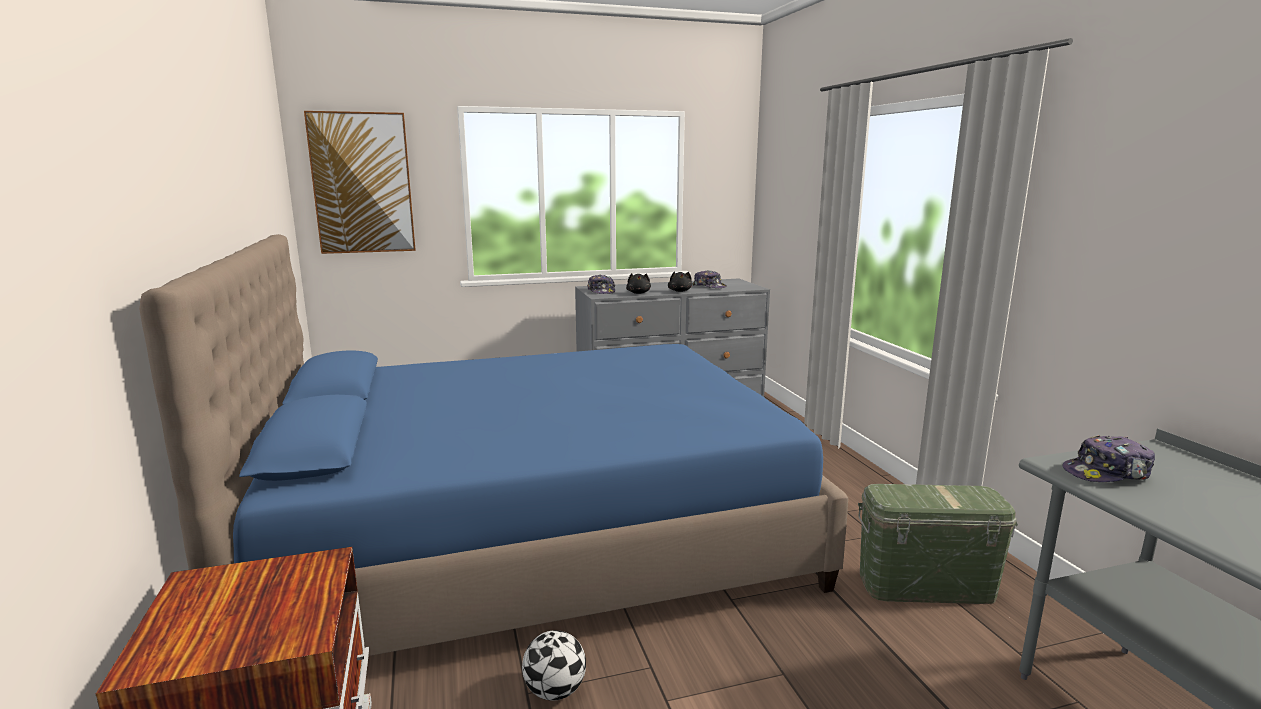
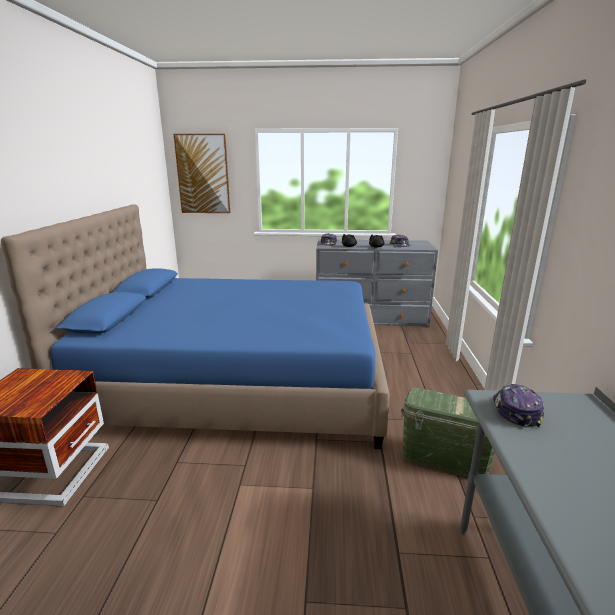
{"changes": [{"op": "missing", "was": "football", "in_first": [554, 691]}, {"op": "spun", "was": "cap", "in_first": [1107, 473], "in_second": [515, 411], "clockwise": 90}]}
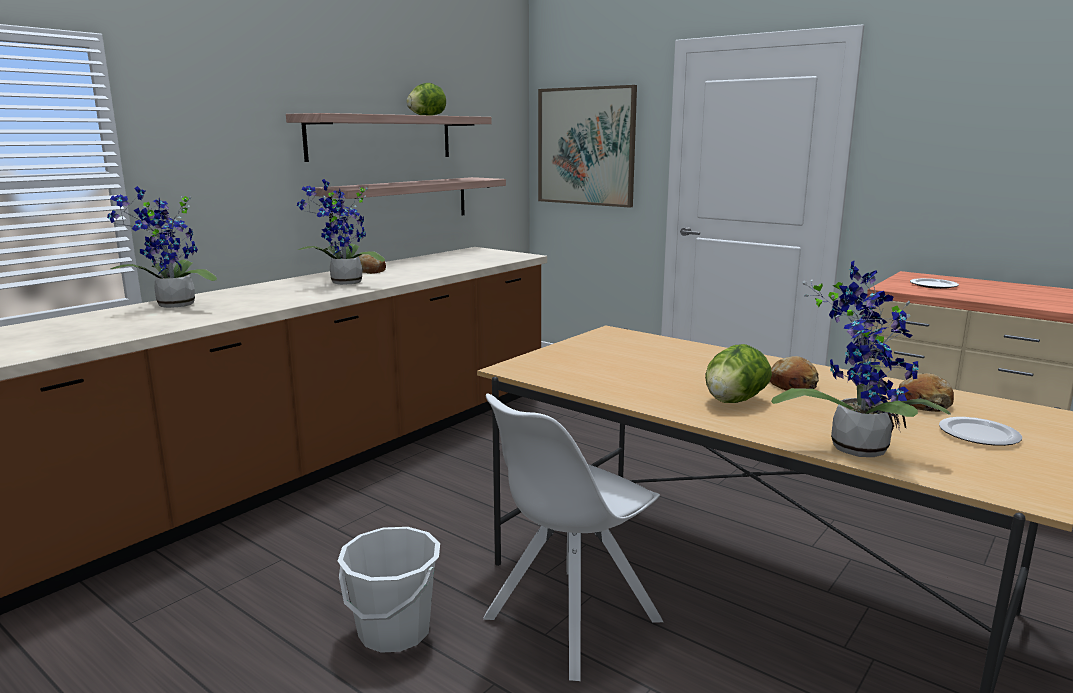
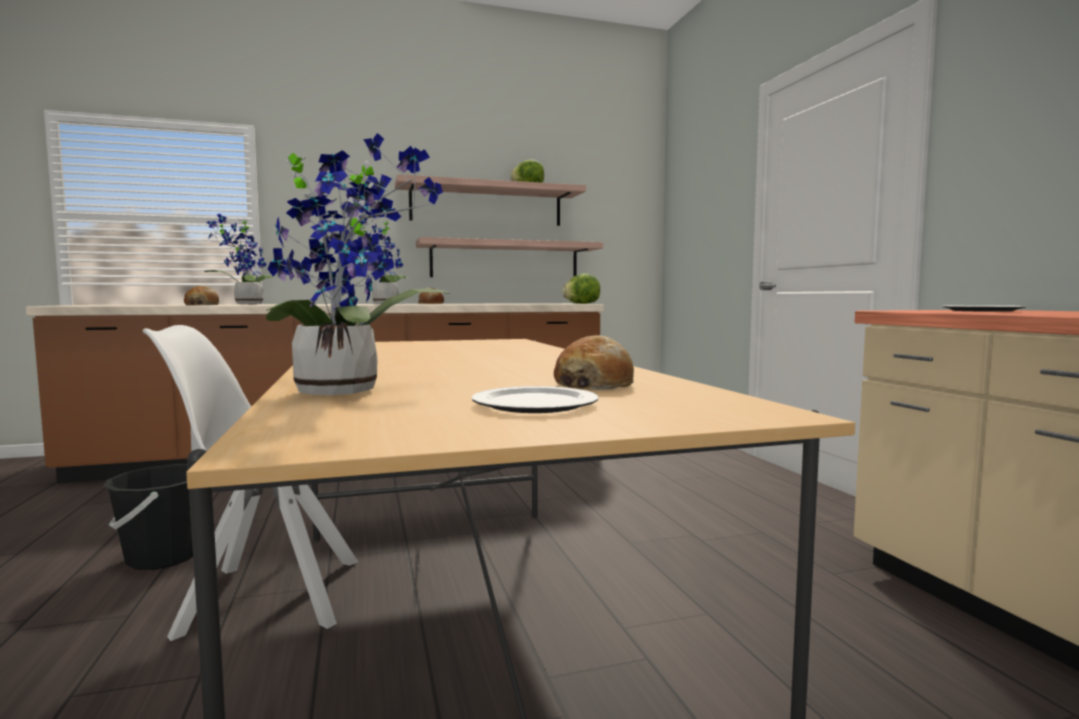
{"changes": [{"op": "missing", "was": "picture", "in_first": [586, 146]}, {"op": "relocated", "was": "lettuce", "in_first": [734, 401], "in_second": [581, 303]}, {"op": "relocated", "was": "bread", "in_first": [793, 385], "in_second": [202, 305]}, {"op": "colour", "was": "white bucket", "now": "black bucket", "in_first": [394, 631], "in_second": [164, 556]}]}
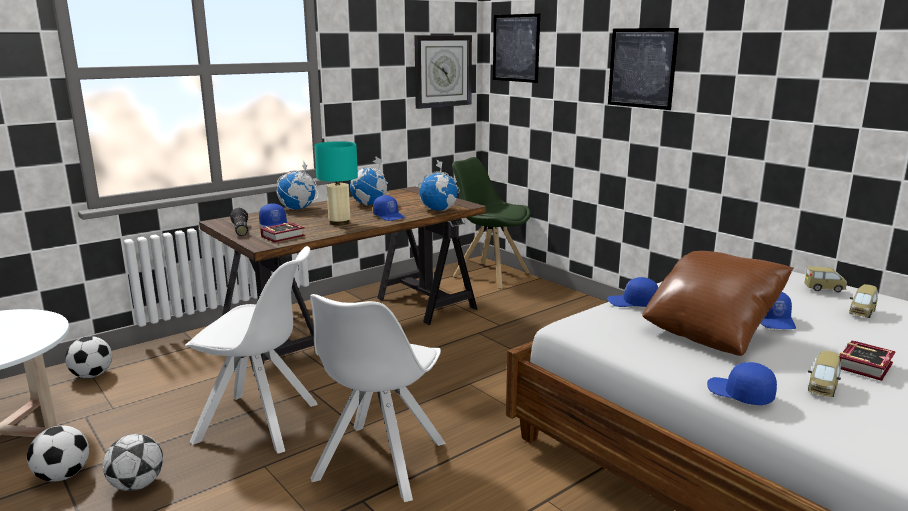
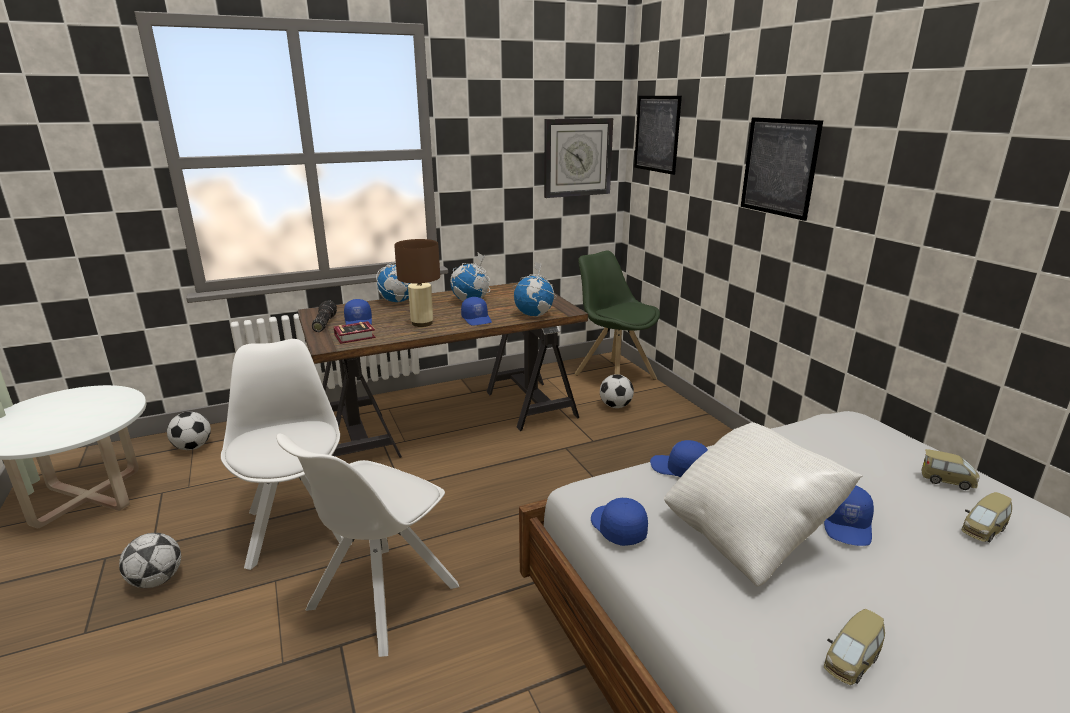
{"changes": [{"op": "missing", "was": "book", "in_first": [867, 365]}, {"op": "relocated", "was": "football", "in_first": [63, 476], "in_second": [615, 406]}, {"op": "relocated", "was": "blue cap", "in_first": [739, 394], "in_second": [617, 528]}, {"op": "colour", "was": "turquoise table lamp", "now": "brown table lamp", "in_first": [340, 223], "in_second": [422, 323]}, {"op": "colour", "was": "brown pillow", "now": "white pillow", "in_first": [710, 333], "in_second": [748, 534]}, {"op": "spun", "was": "white chair", "in_first": [259, 423], "in_second": [299, 527], "clockwise": -135}]}
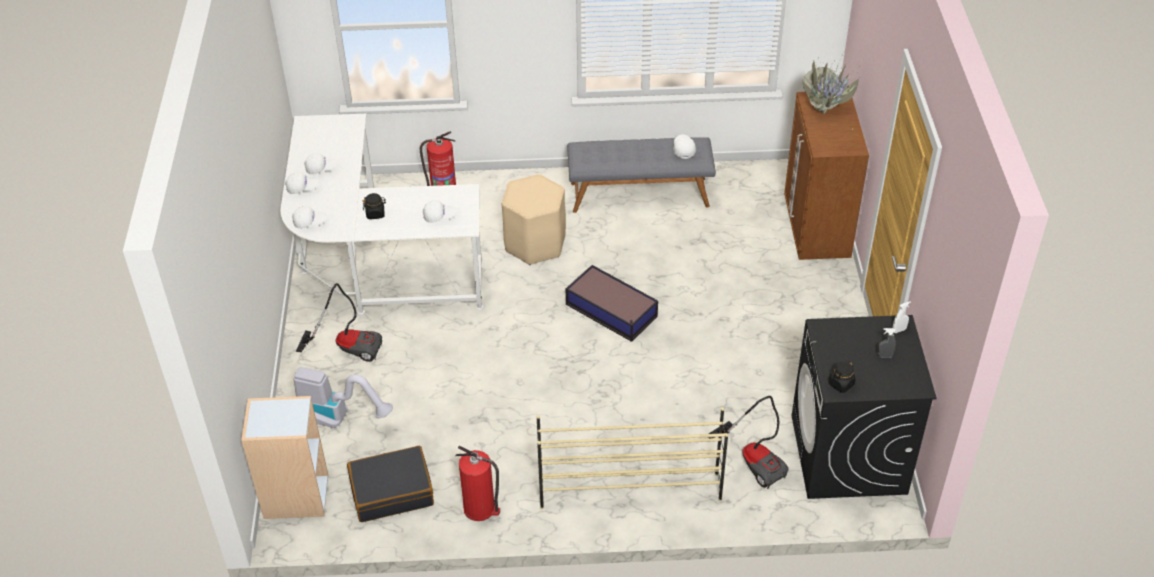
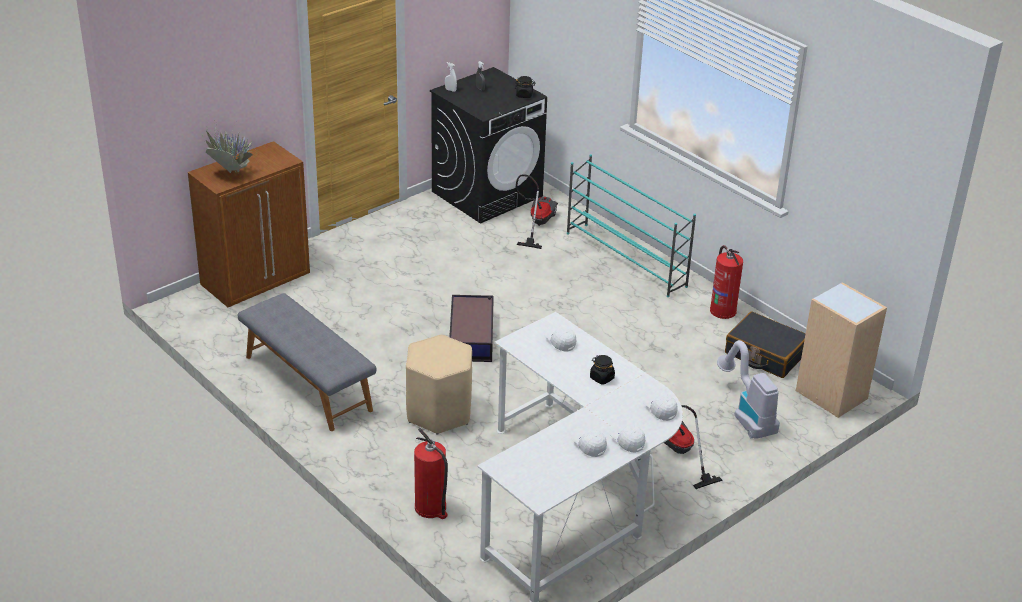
{"changes": [{"op": "missing", "was": "white cap", "in_first": [683, 149]}, {"op": "colour", "was": "beige shoe rack", "now": "turquoise shoe rack", "in_first": [629, 490], "in_second": [625, 260]}]}
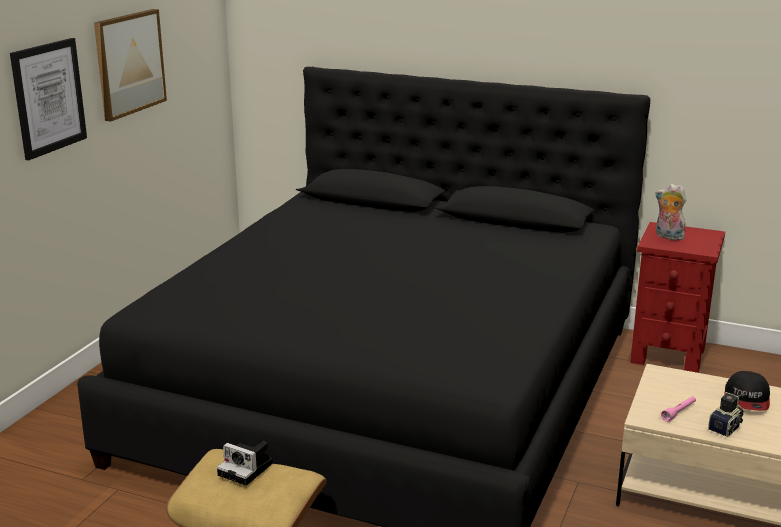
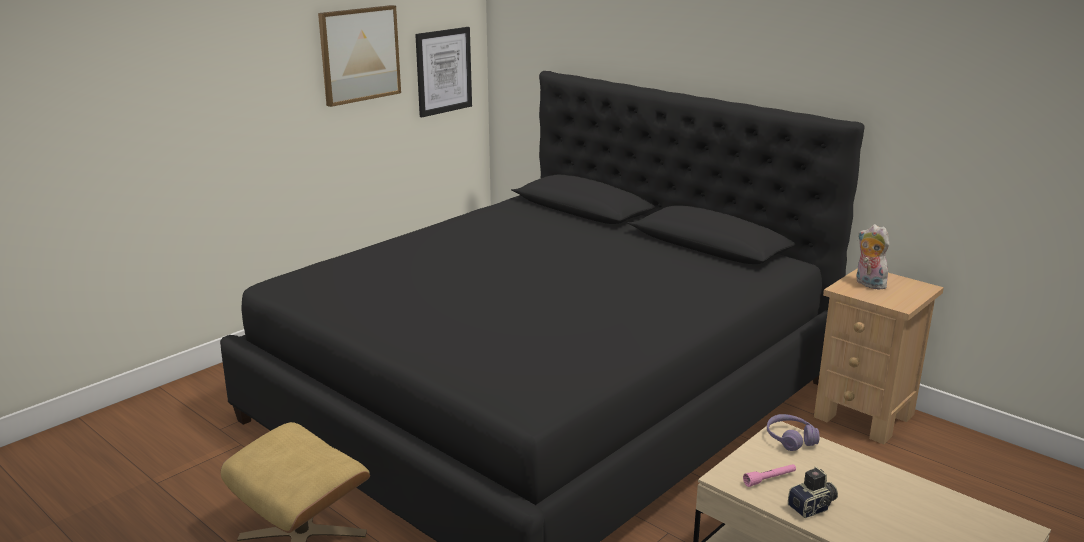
{"changes": [{"op": "missing", "was": "photo camera", "in_first": [247, 469]}, {"op": "missing", "was": "cap", "in_first": [746, 399]}, {"op": "appeared", "now": "purple headphones", "in_second": [790, 439]}, {"op": "relocated", "was": "picture", "in_first": [48, 97], "in_second": [443, 71]}, {"op": "colour", "was": "red nightstand", "now": "beige nightstand", "in_first": [669, 355], "in_second": [864, 417]}]}
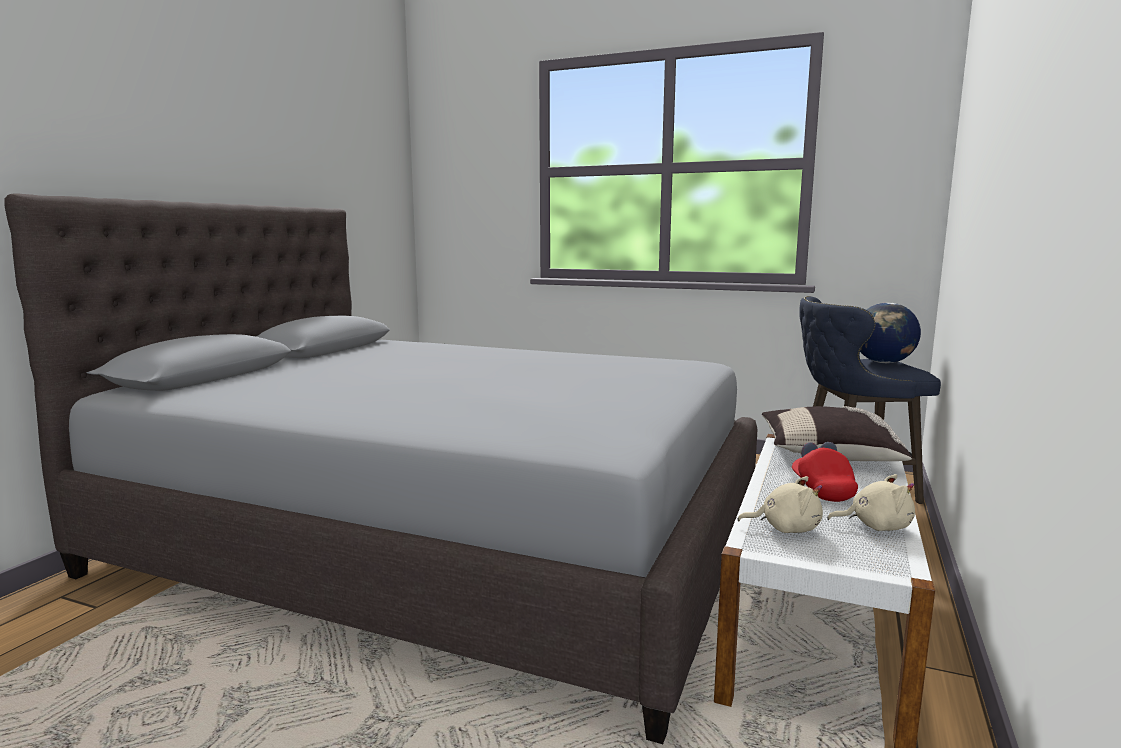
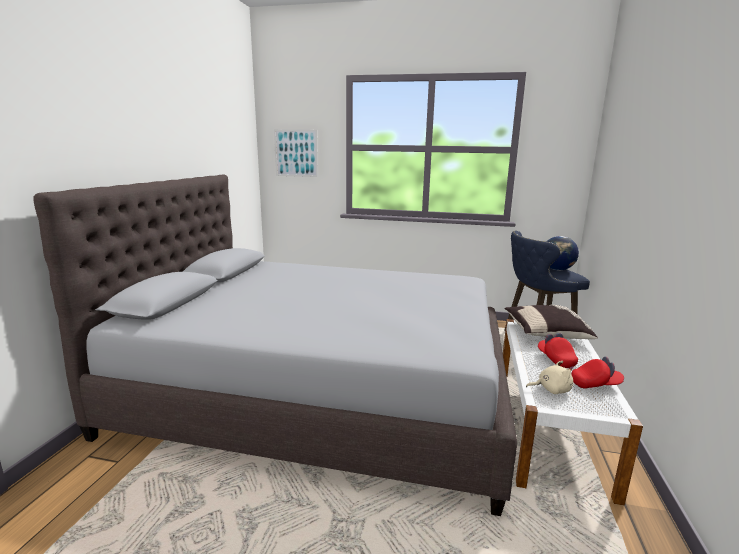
{"changes": [{"op": "appeared", "now": "picture", "in_second": [296, 153]}, {"op": "exchanged", "was": "beige plush toy", "now": "red cap", "in_first": [875, 526], "in_second": [595, 384]}]}
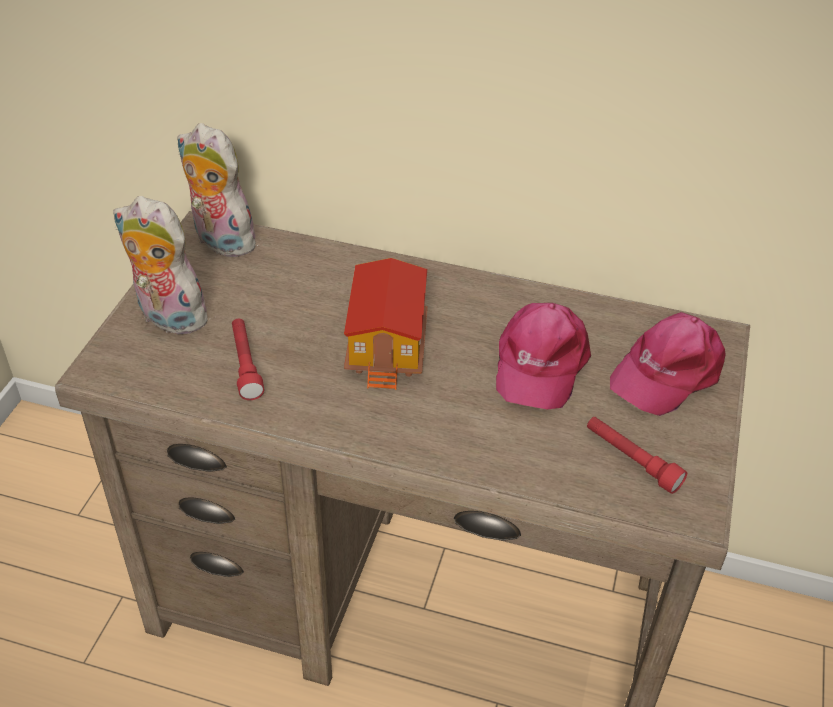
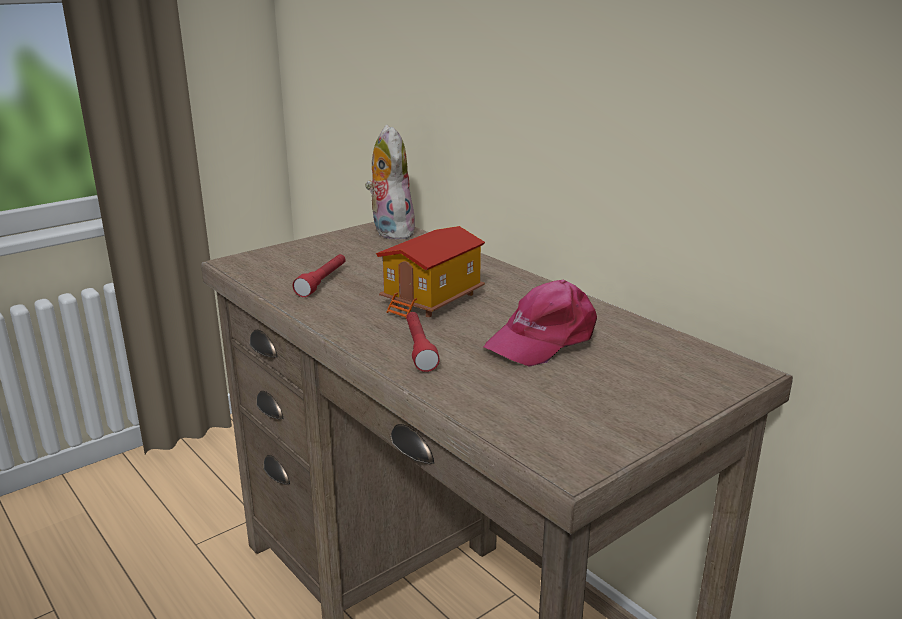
{"changes": [{"op": "missing", "was": "plush toy", "in_first": [167, 318]}, {"op": "missing", "was": "pink cap", "in_first": [667, 372]}, {"op": "relocated", "was": "red flashlight", "in_first": [631, 460], "in_second": [419, 349]}]}
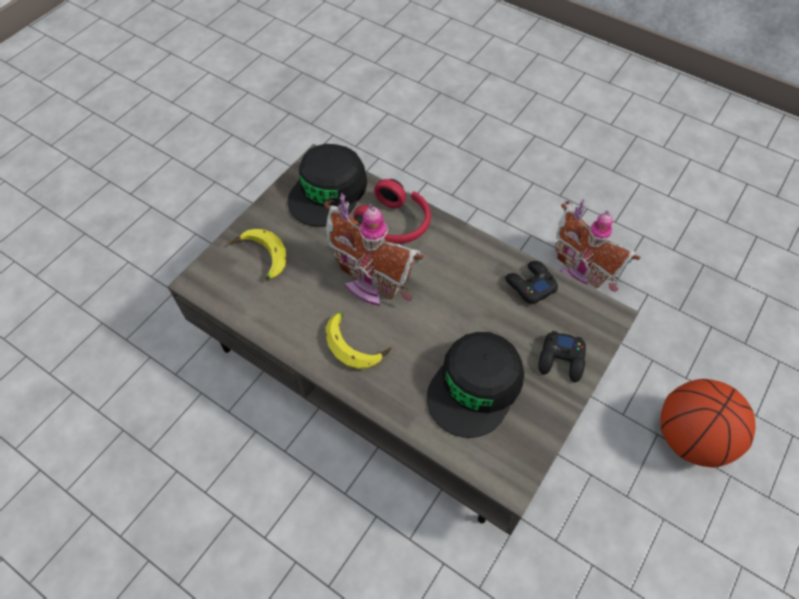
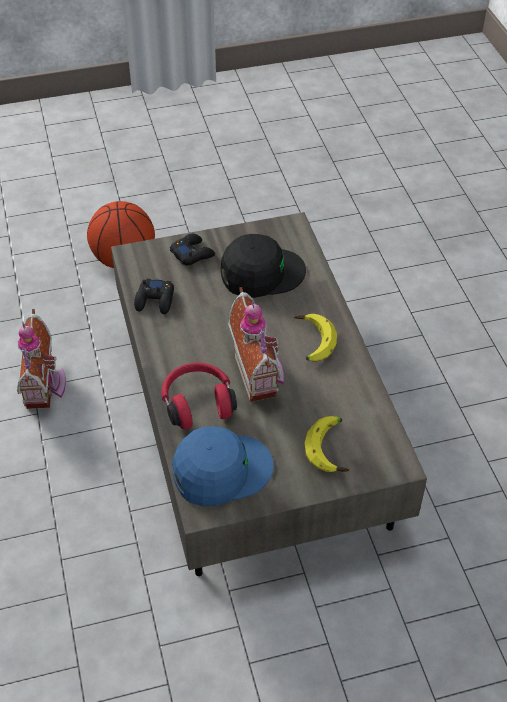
{"changes": [{"op": "colour", "was": "black cap", "now": "blue cap", "in_first": [328, 191], "in_second": [221, 470]}]}
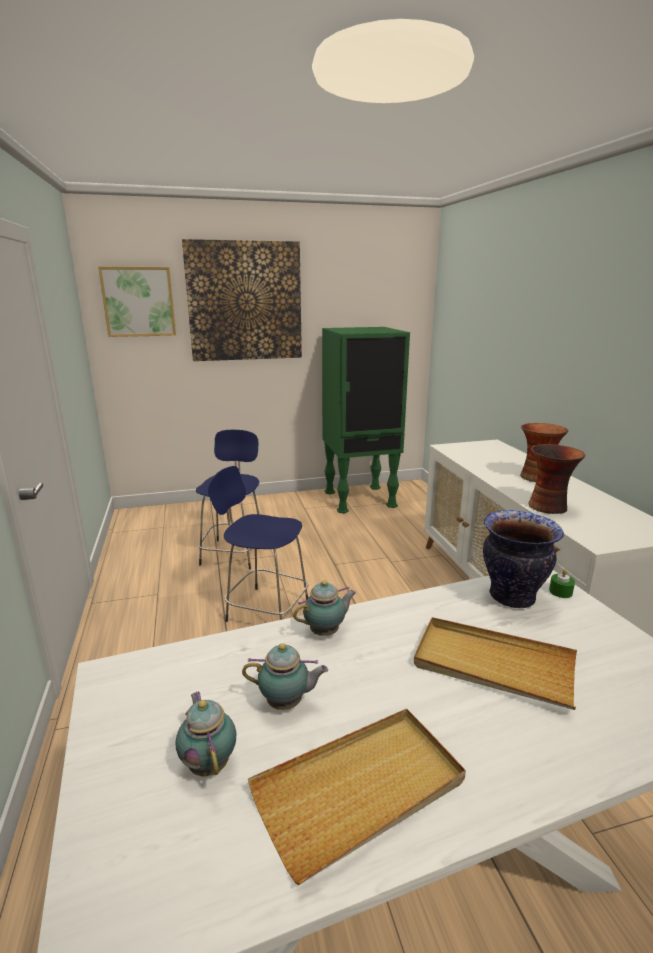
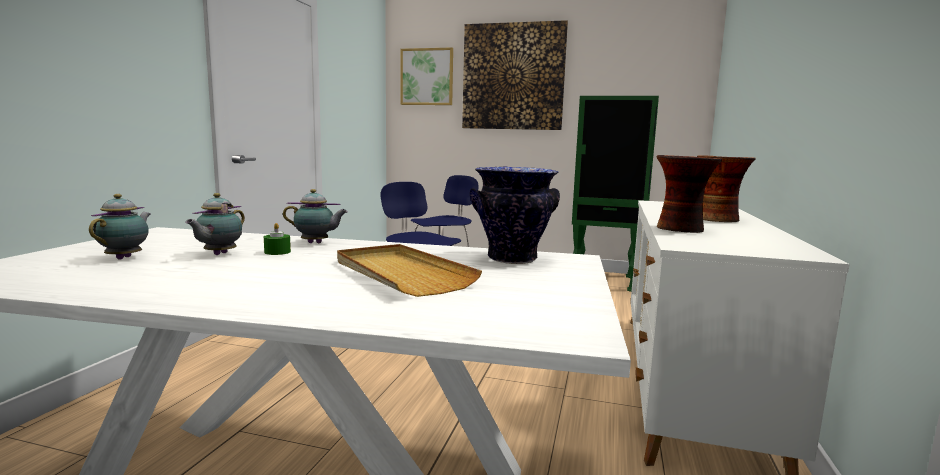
{"changes": [{"op": "missing", "was": "beige tray", "in_first": [360, 790]}, {"op": "relocated", "was": "green candle", "in_first": [560, 591], "in_second": [277, 252]}, {"op": "spun", "was": "teapot", "in_first": [287, 703], "in_second": [218, 254], "clockwise": 75}]}
